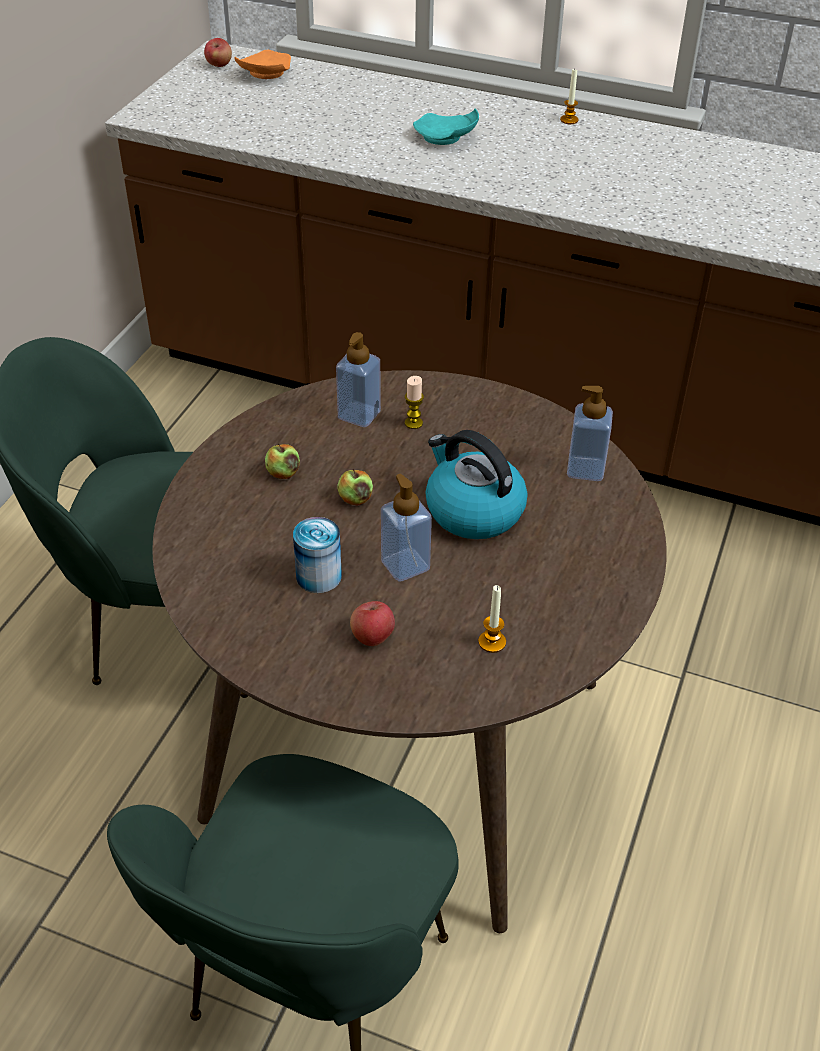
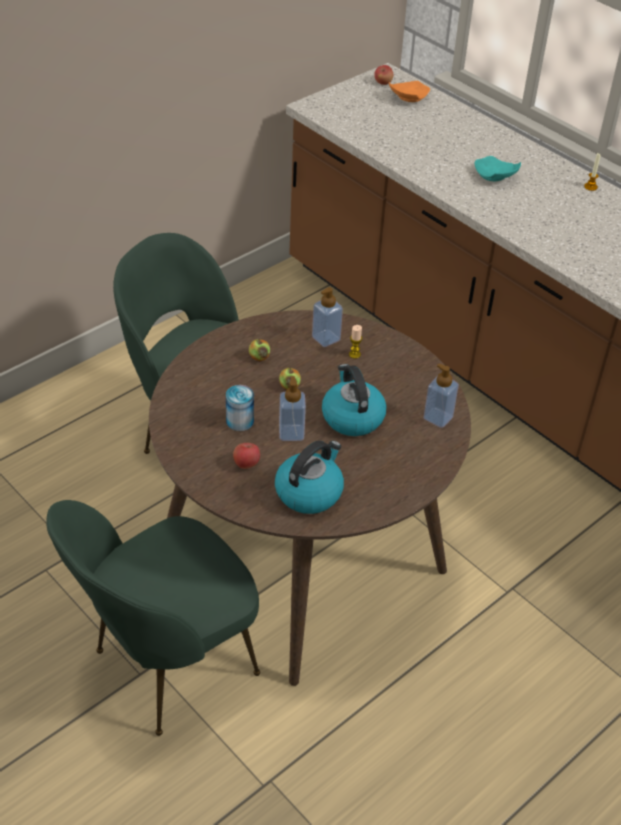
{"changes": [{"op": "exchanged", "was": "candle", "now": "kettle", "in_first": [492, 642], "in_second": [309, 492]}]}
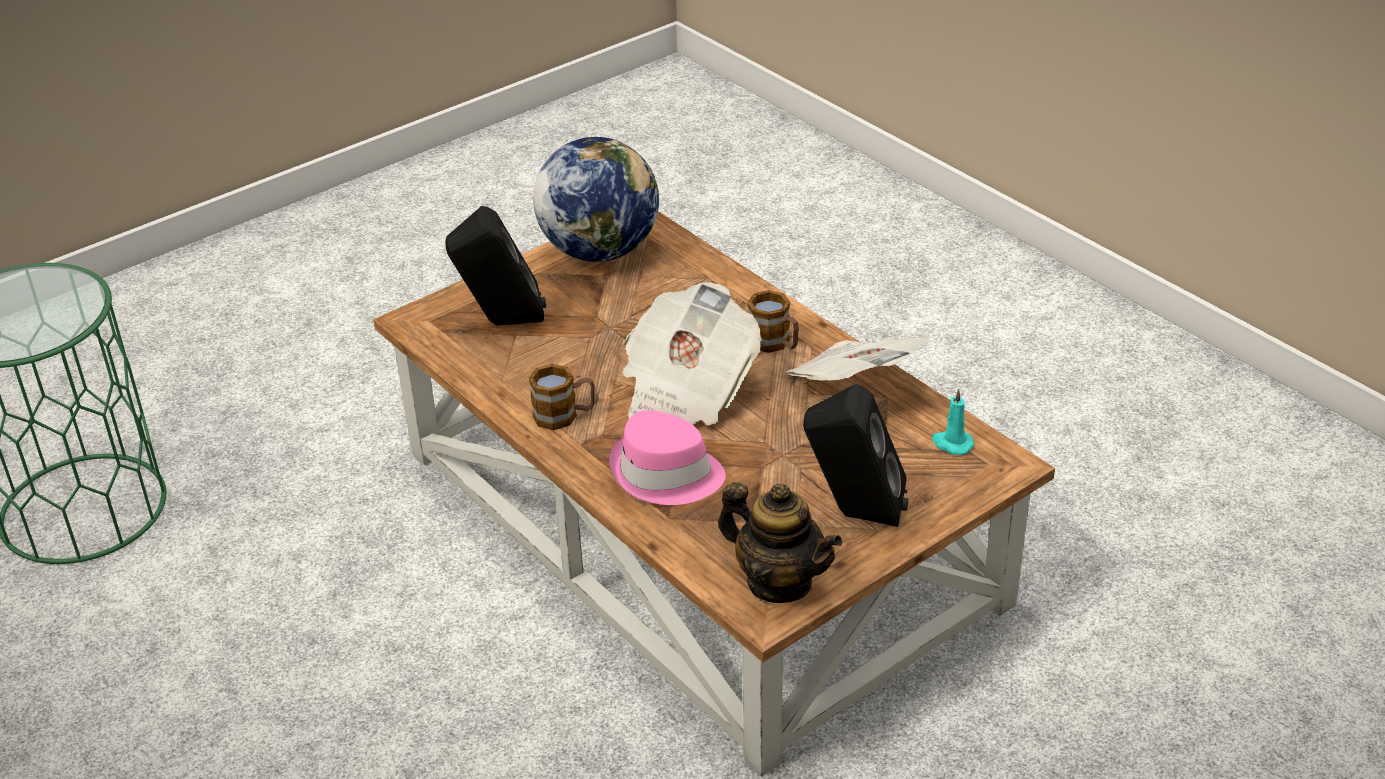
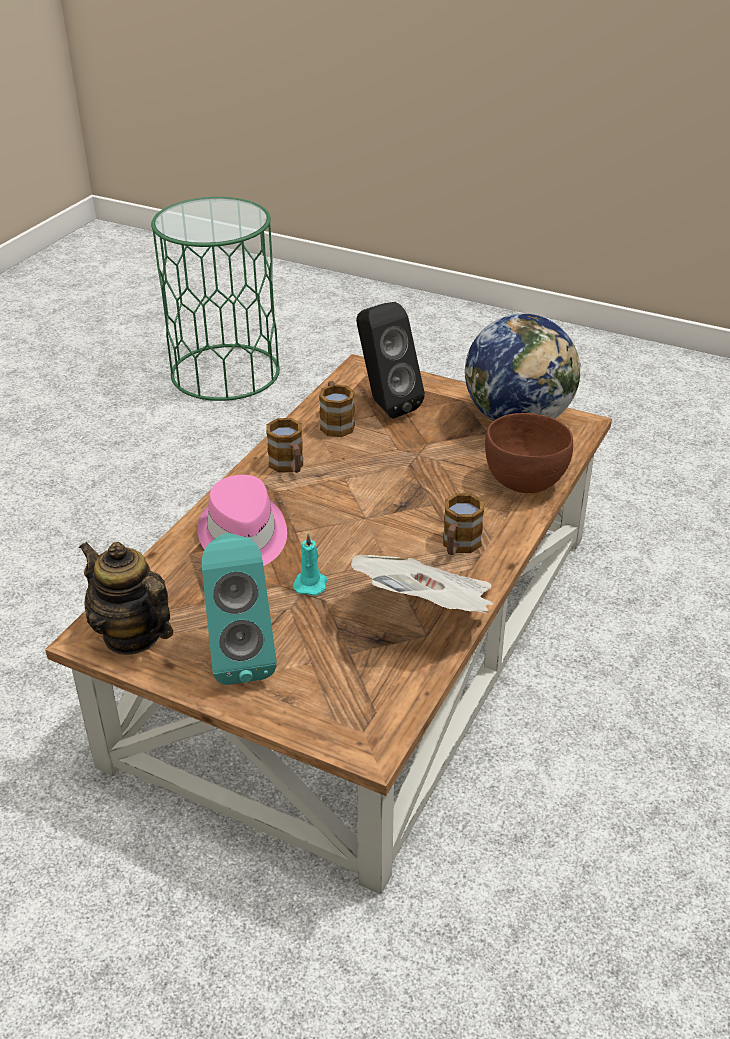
{"changes": [{"op": "missing", "was": "newspaper", "in_first": [686, 390]}, {"op": "appeared", "now": "mug", "in_second": [336, 423]}, {"op": "appeared", "now": "brown bowl", "in_second": [525, 483]}, {"op": "relocated", "was": "turquoise candle", "in_first": [951, 443], "in_second": [310, 583]}, {"op": "colour", "was": "black speaker", "now": "turquoise speaker", "in_first": [854, 514], "in_second": [241, 657]}, {"op": "spun", "was": "teapot", "in_first": [779, 582], "in_second": [132, 635], "clockwise": 120}]}
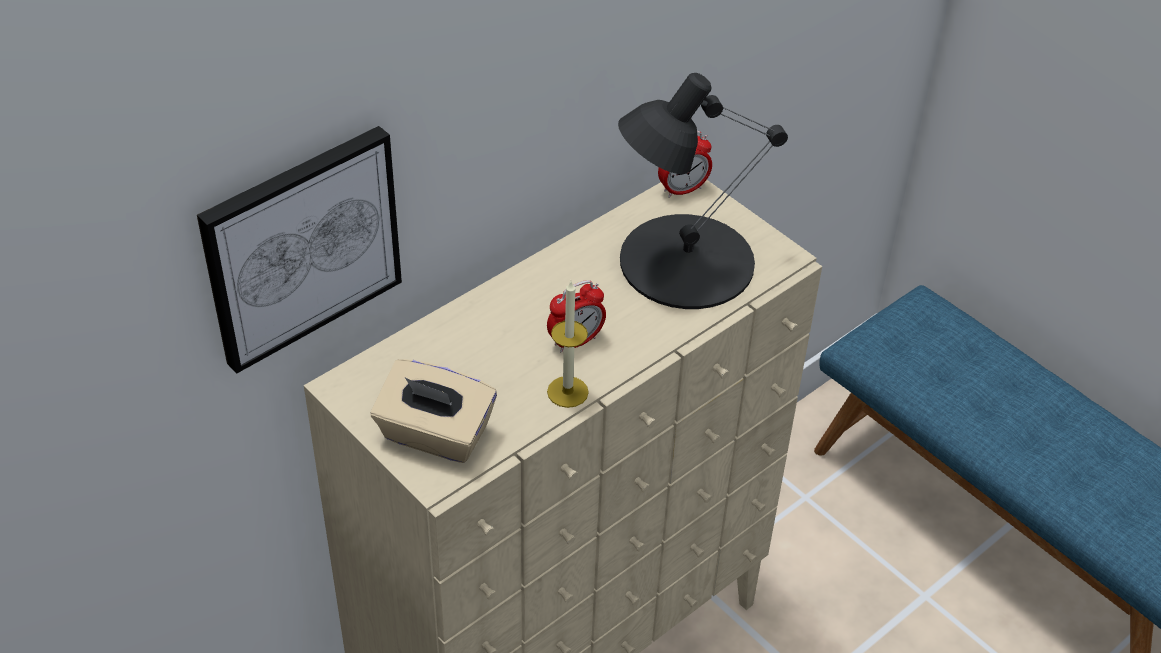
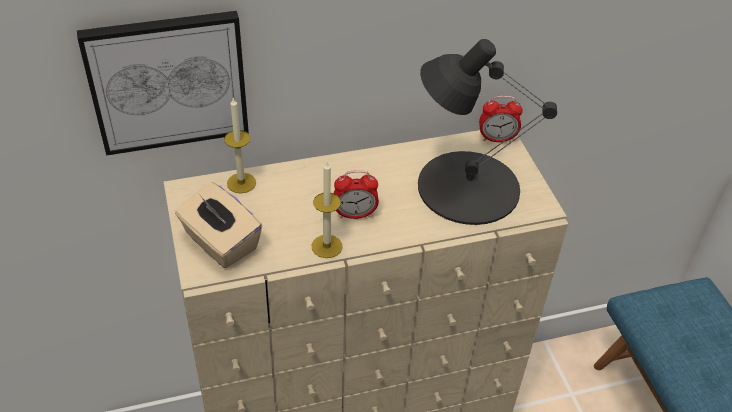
{"changes": [{"op": "appeared", "now": "candle", "in_second": [241, 183]}]}
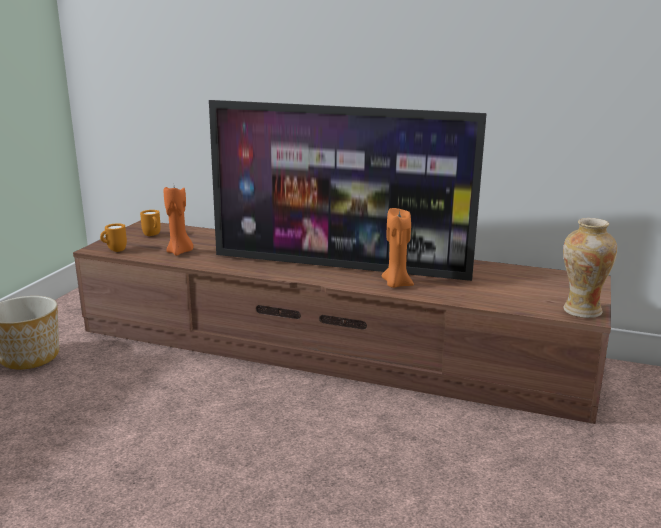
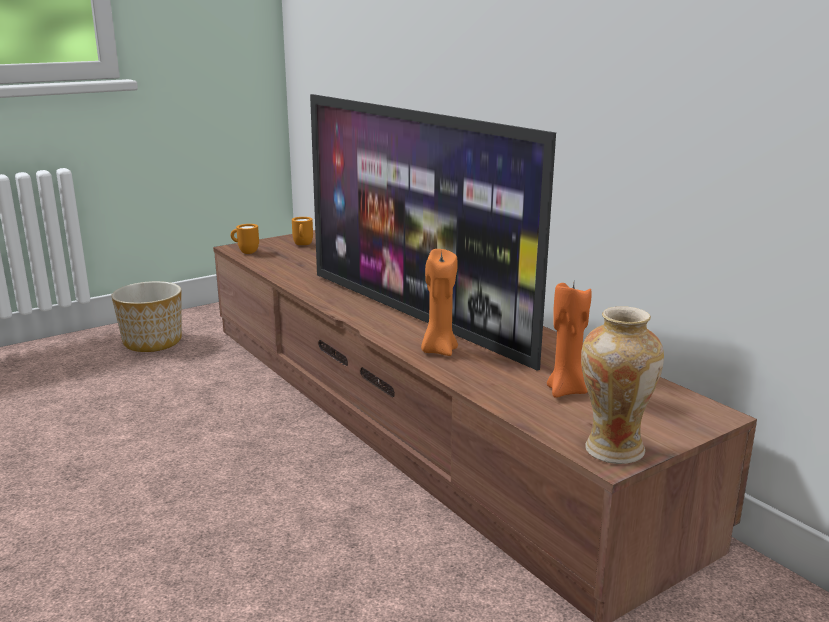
{"changes": [{"op": "relocated", "was": "orange candle", "in_first": [180, 252], "in_second": [567, 391]}]}
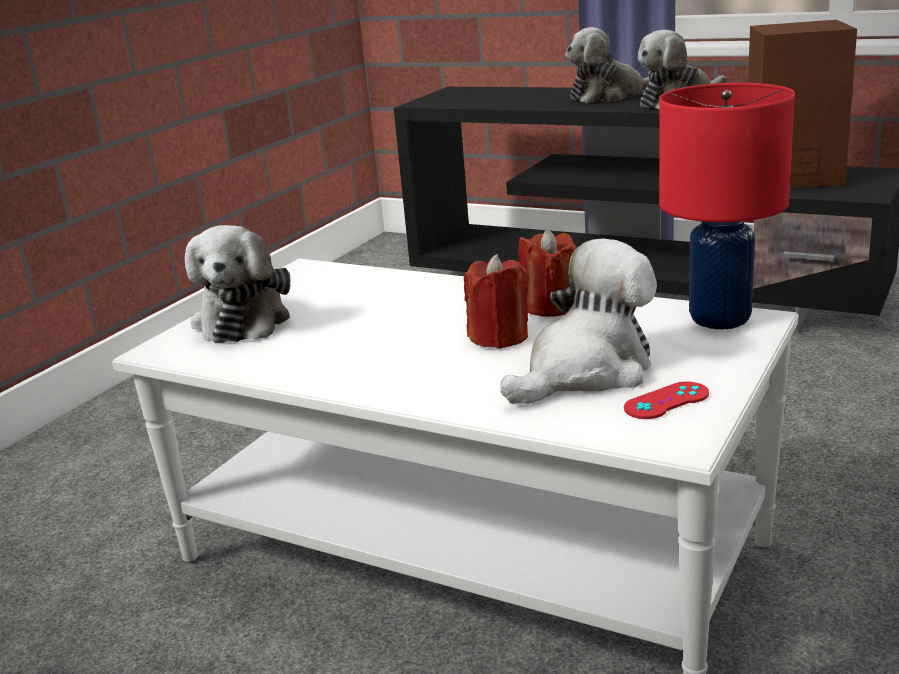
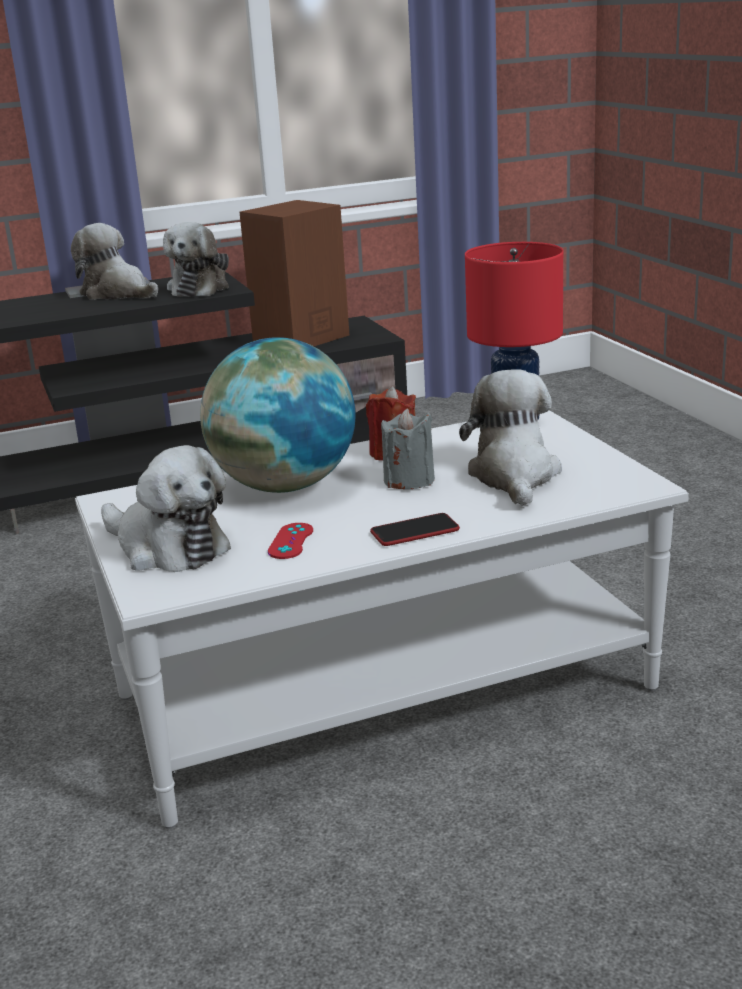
{"changes": [{"op": "appeared", "now": "globe", "in_second": [285, 486]}, {"op": "appeared", "now": "phone", "in_second": [415, 531]}, {"op": "relocated", "was": "red game controller", "in_first": [666, 401], "in_second": [291, 541]}, {"op": "colour", "was": "red candle", "now": "grey candle", "in_first": [499, 337], "in_second": [409, 480]}, {"op": "spun", "was": "plush toy", "in_first": [609, 96], "in_second": [118, 294], "clockwise": 105}]}
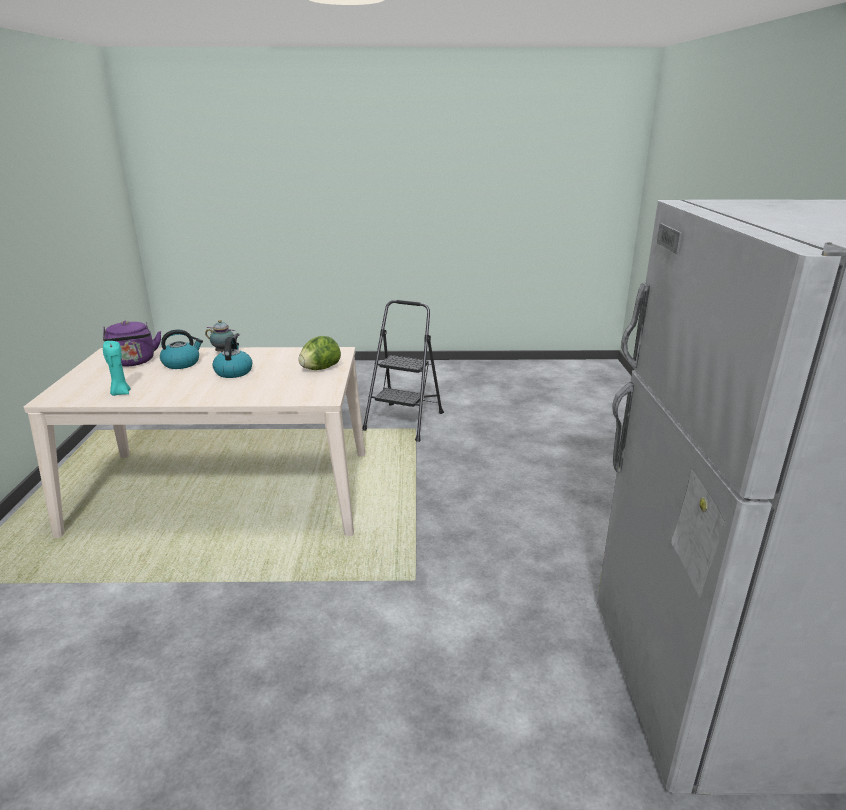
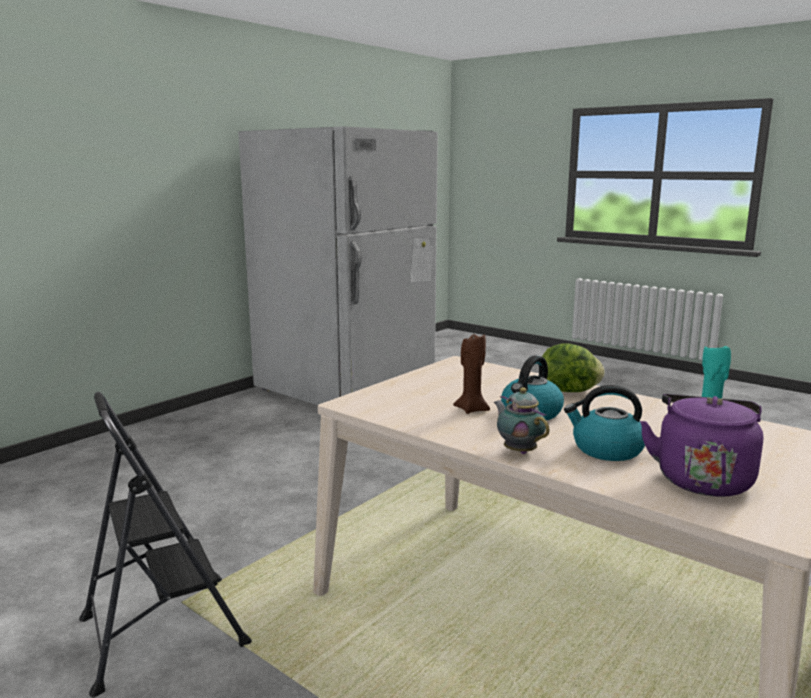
{"changes": [{"op": "appeared", "now": "brown candle", "in_second": [471, 409]}, {"op": "relocated", "was": "lettuce", "in_first": [320, 369], "in_second": [569, 391]}]}
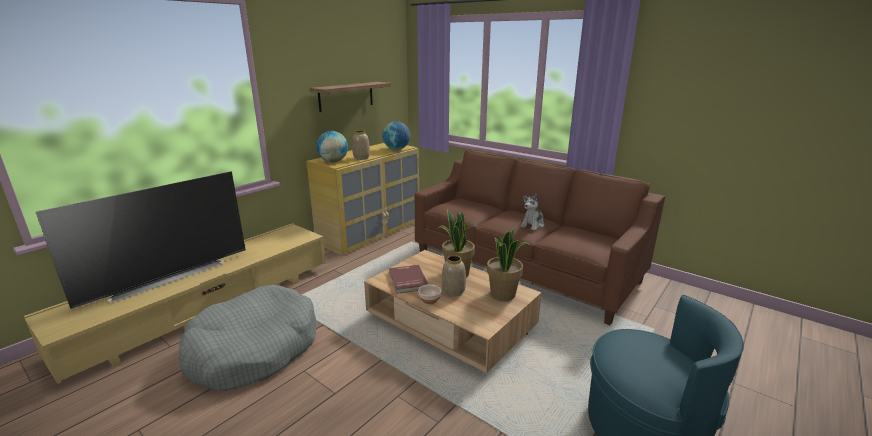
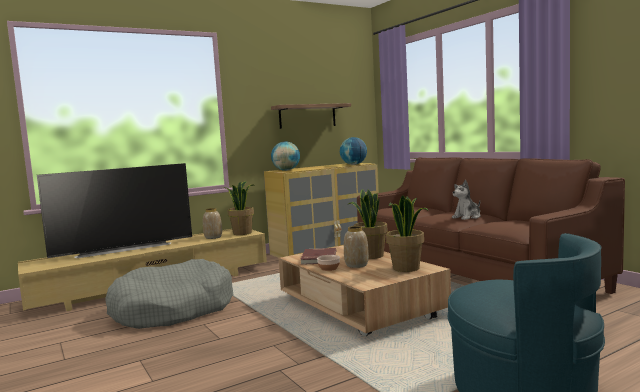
{"changes": [{"op": "appeared", "now": "potted plant", "in_second": [242, 233]}, {"op": "relocated", "was": "vase", "in_first": [361, 158], "in_second": [213, 237]}]}
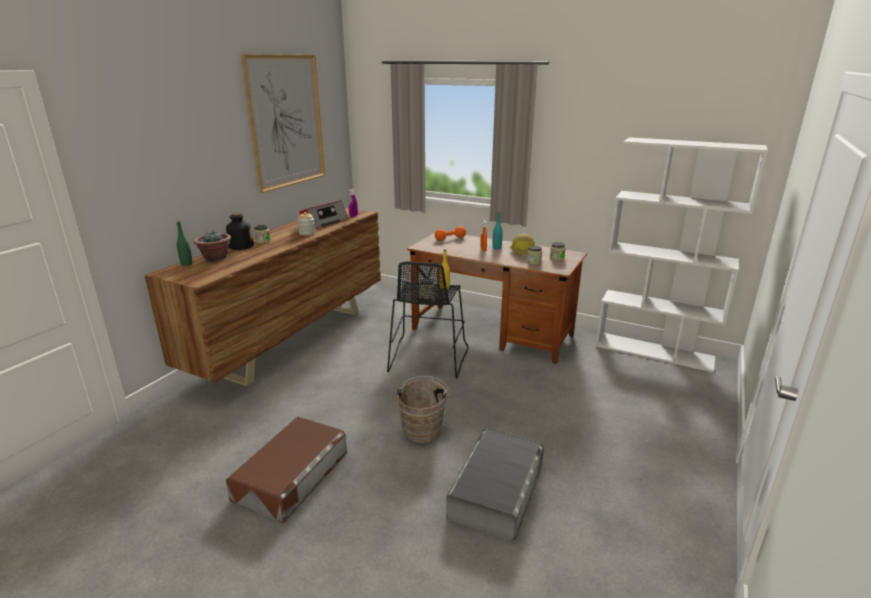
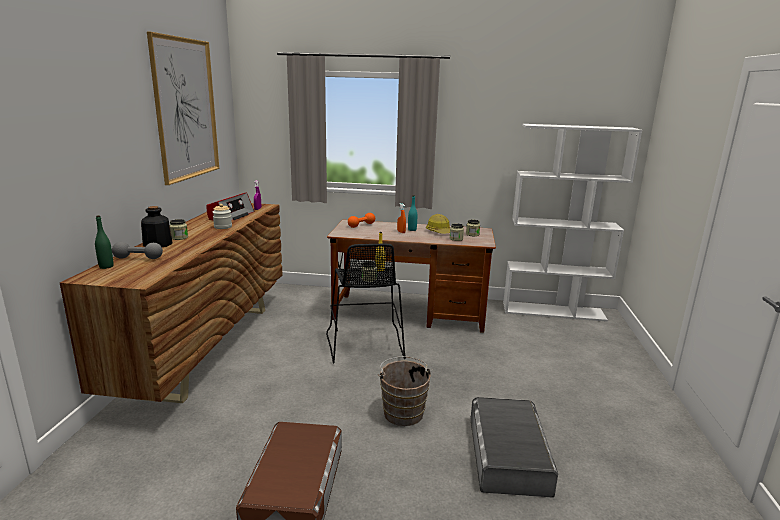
{"changes": [{"op": "exchanged", "was": "potted plant", "now": "grey dumbbell", "in_first": [215, 258], "in_second": [138, 258]}]}
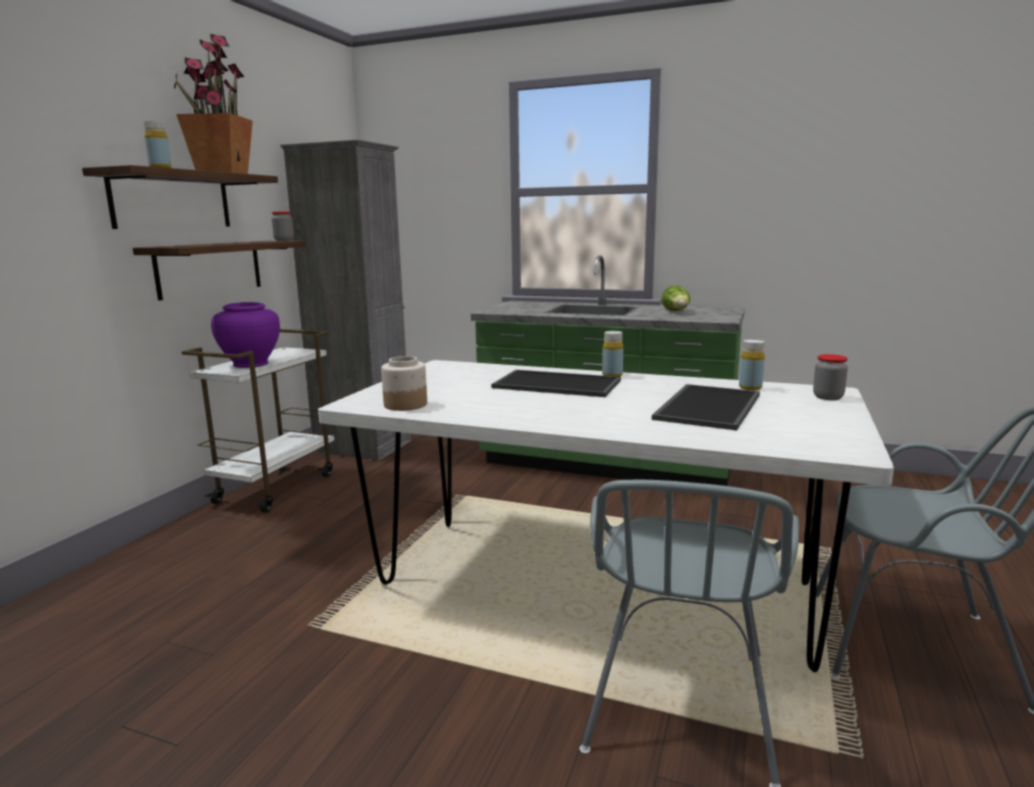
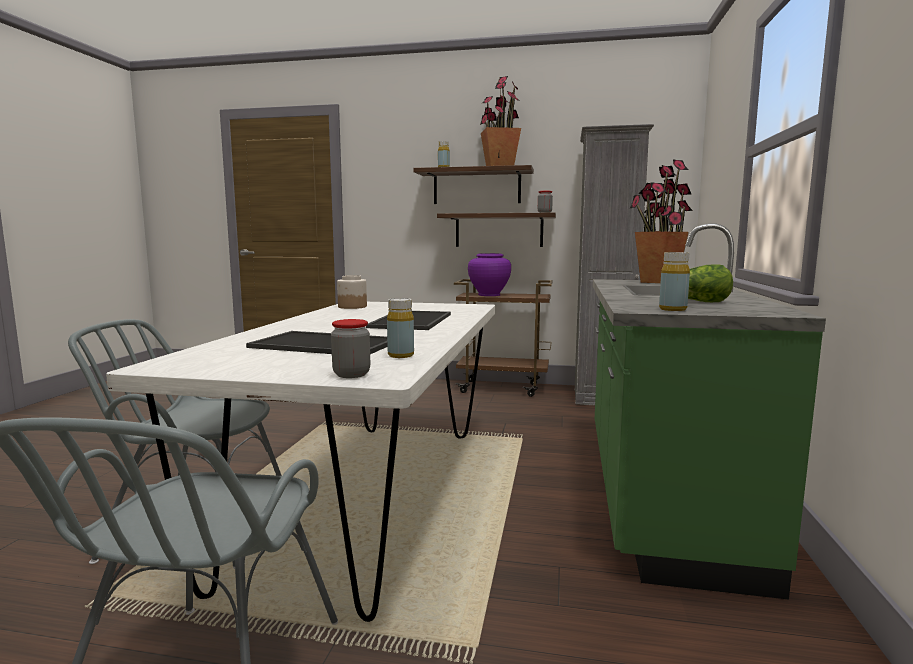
{"changes": [{"op": "appeared", "now": "potted plant", "in_second": [658, 281]}, {"op": "relocated", "was": "yellow bottle", "in_first": [612, 375], "in_second": [672, 309]}, {"op": "colour", "was": "white cart", "now": "brown cart", "in_first": [278, 487], "in_second": [503, 388]}]}
